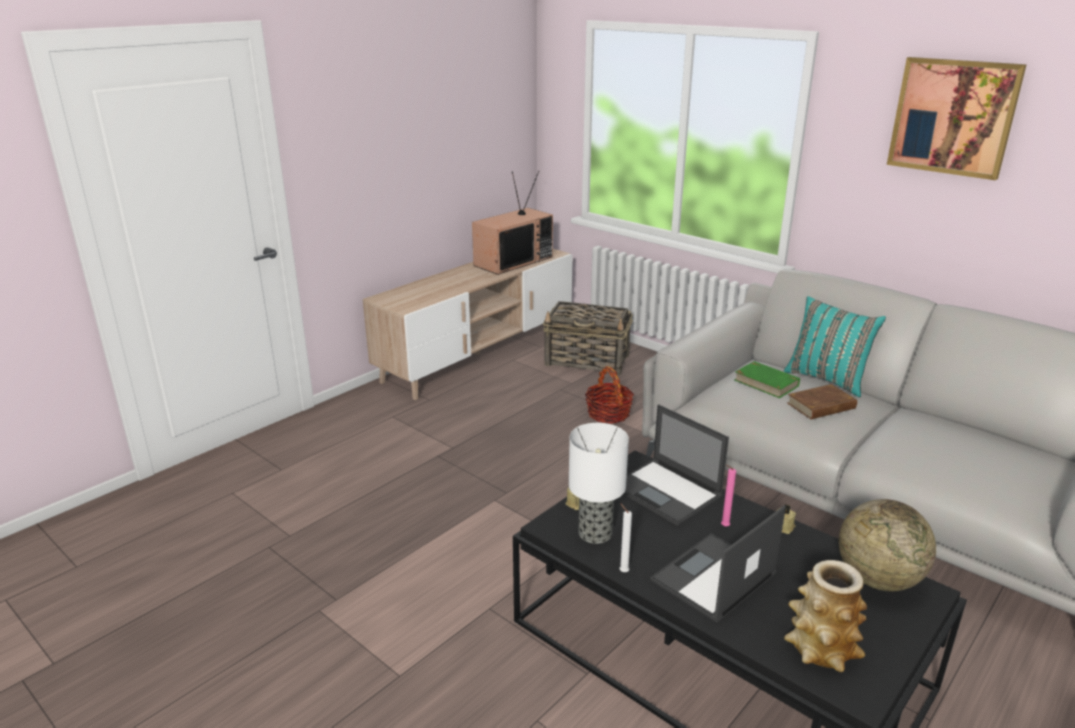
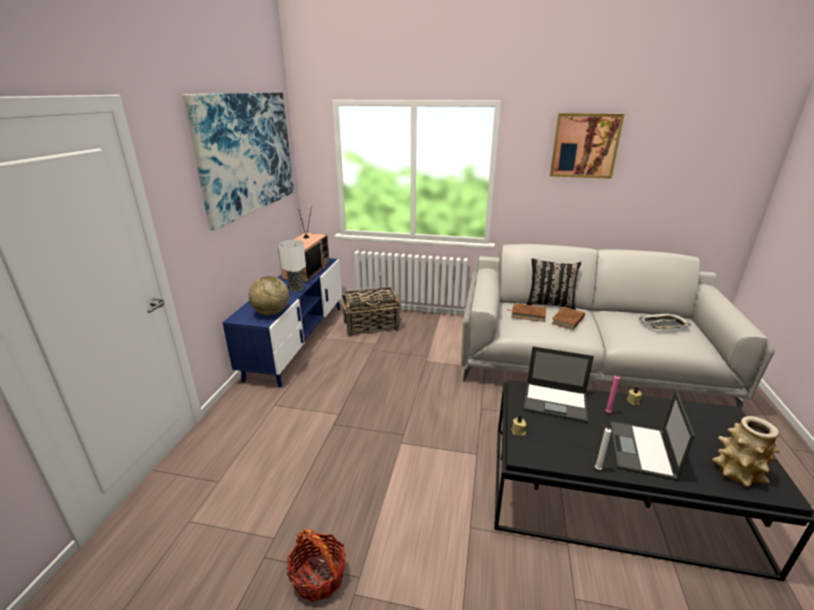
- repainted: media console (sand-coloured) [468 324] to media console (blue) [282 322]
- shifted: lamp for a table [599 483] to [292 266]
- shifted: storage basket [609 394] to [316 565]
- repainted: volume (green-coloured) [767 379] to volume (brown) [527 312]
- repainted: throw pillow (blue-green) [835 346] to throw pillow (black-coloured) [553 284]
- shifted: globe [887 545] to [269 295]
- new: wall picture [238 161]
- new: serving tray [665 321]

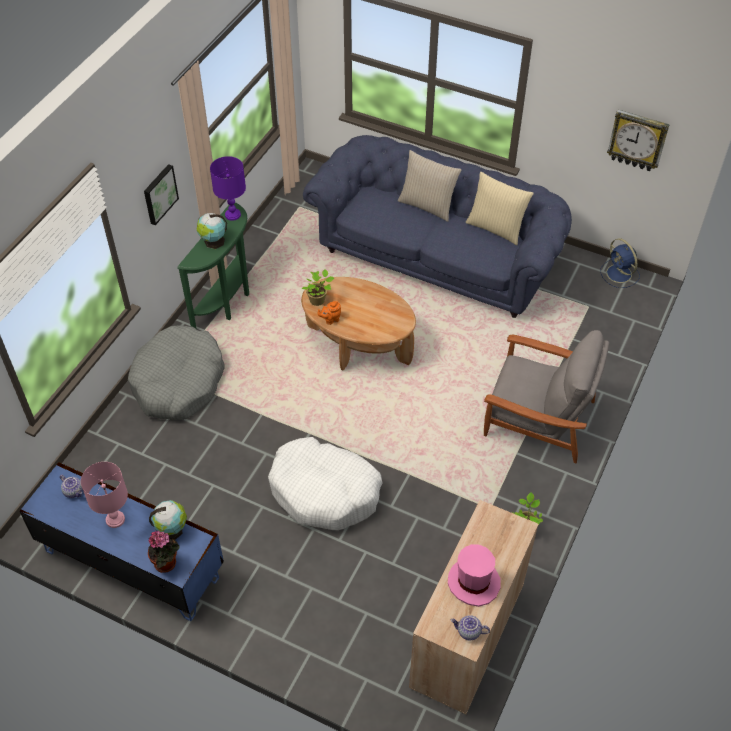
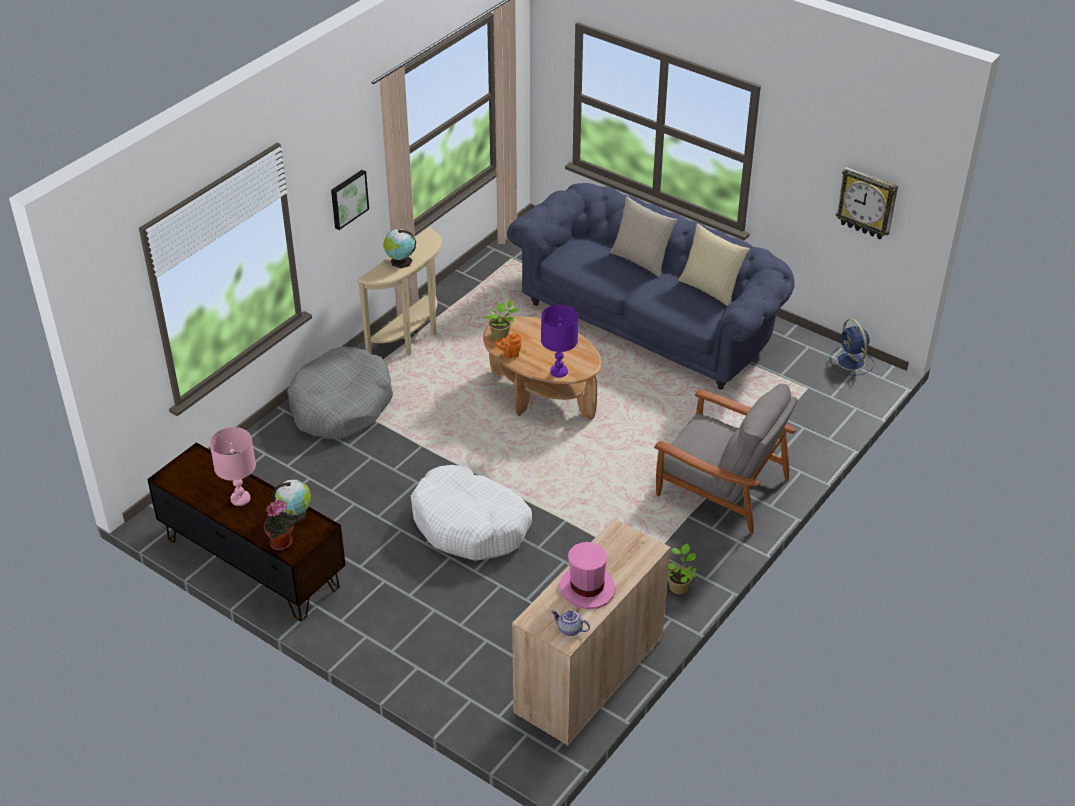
- repainted: media console (blue) [122 541] to media console (brown) [246 532]
- gone: pot for tea [71 486]
- repainted: hall table (green-coloured) [213 265] to hall table (sand-coloured) [399 291]
- shifted: lamp for a table (purple) [228 188] to [559 341]

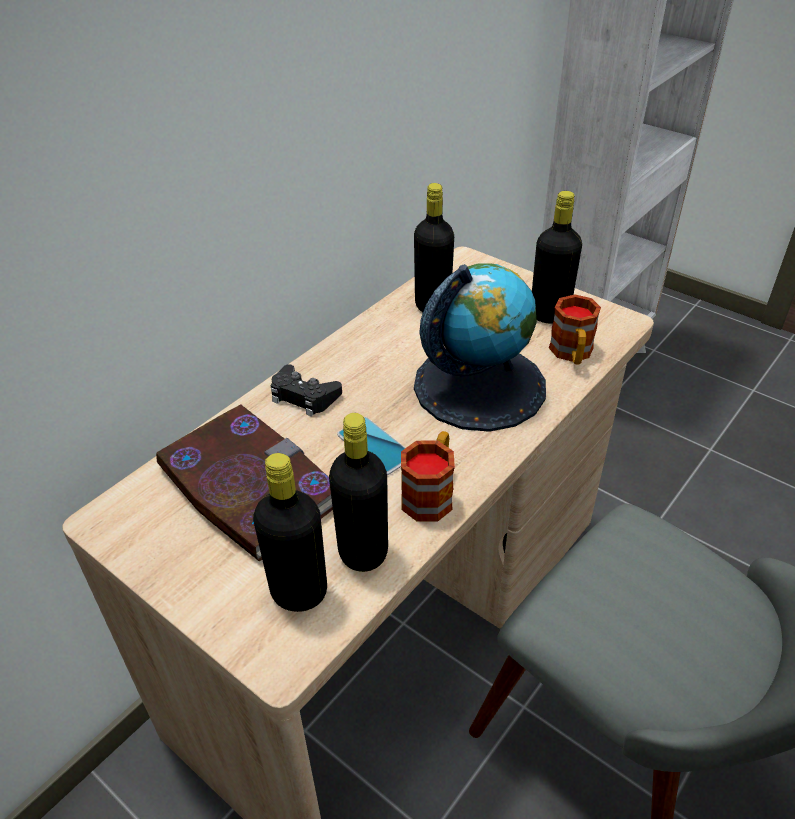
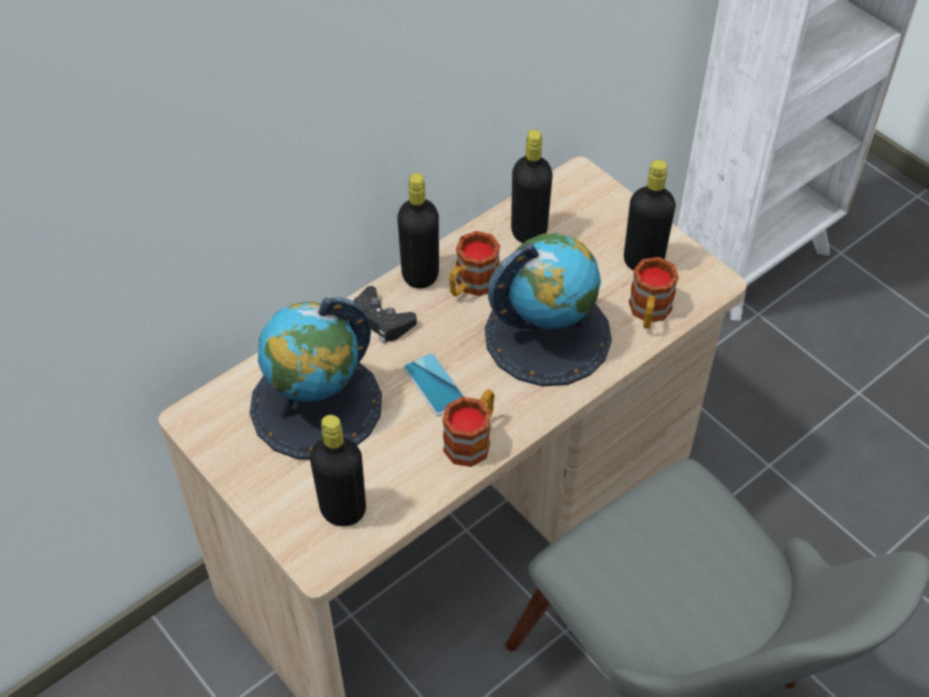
- swapped: volume [244 482] to globe [316 378]
- shifted: drink bottle (black-coloured) [358 492] to [418 230]
- new: tea mug [474 263]

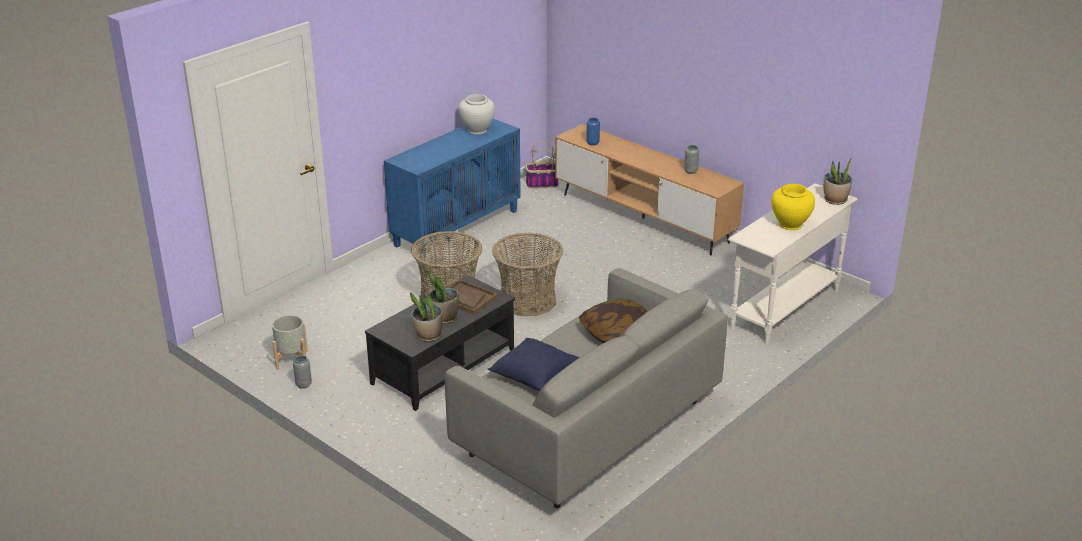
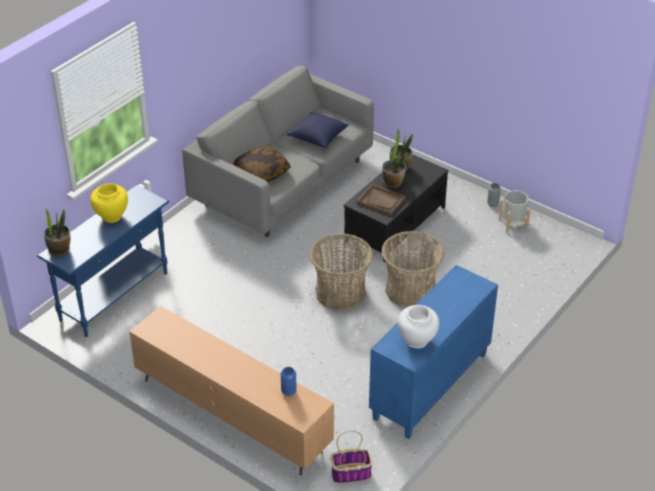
- gone: flower vase (gray) [691 159]
- repainted: hall table (white-coloured) [793 264] to hall table (blue) [103 261]

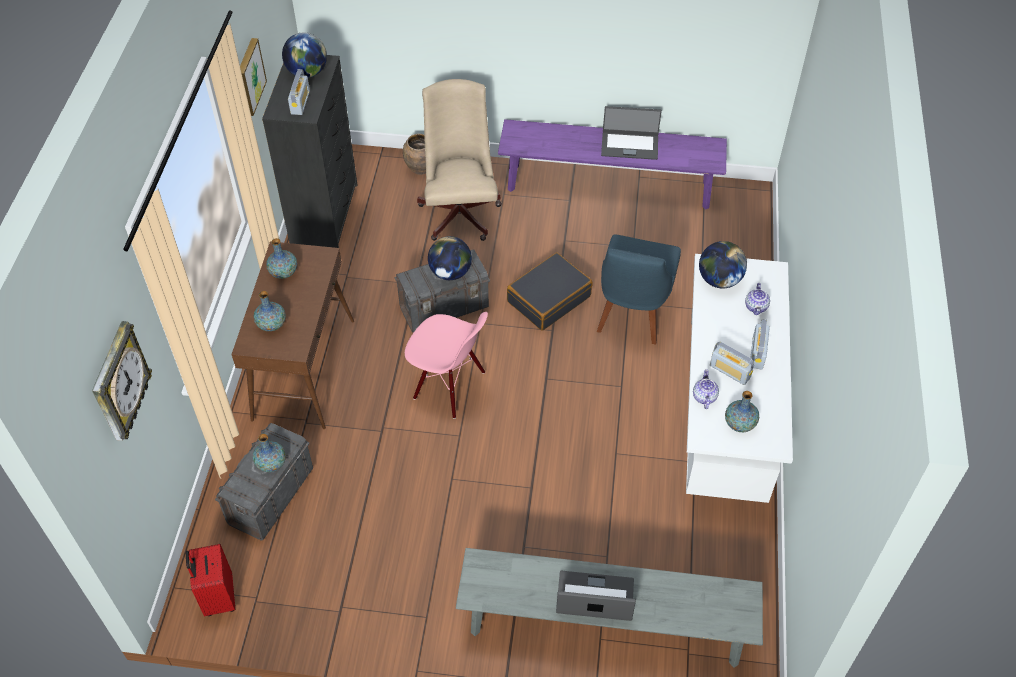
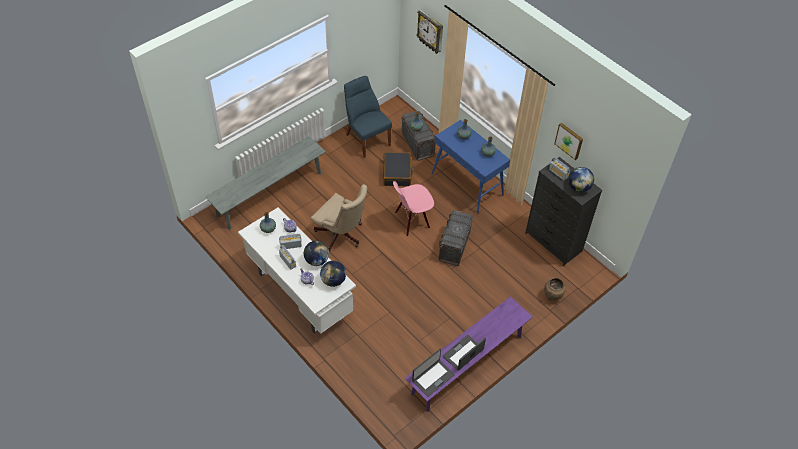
- gone: travel case (red) [210 580]
- repainted: hall table (brown) [292 335] to hall table (blue) [471 167]
- shifted: computer chair (sand-coloured) [459 160] to [339 217]
- shifted: globe [450 258] to [316 253]
- shifted: travel case (black-coloured) [549 291] to [398 169]
- shifted: notebook computer [596 596] to [433 373]
- shifted: chair (blue) [639 289] to [368 117]

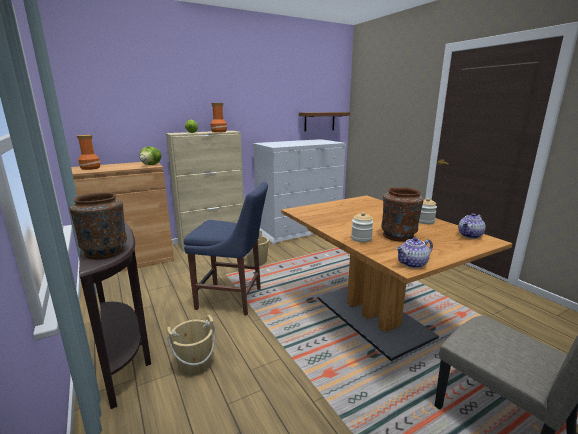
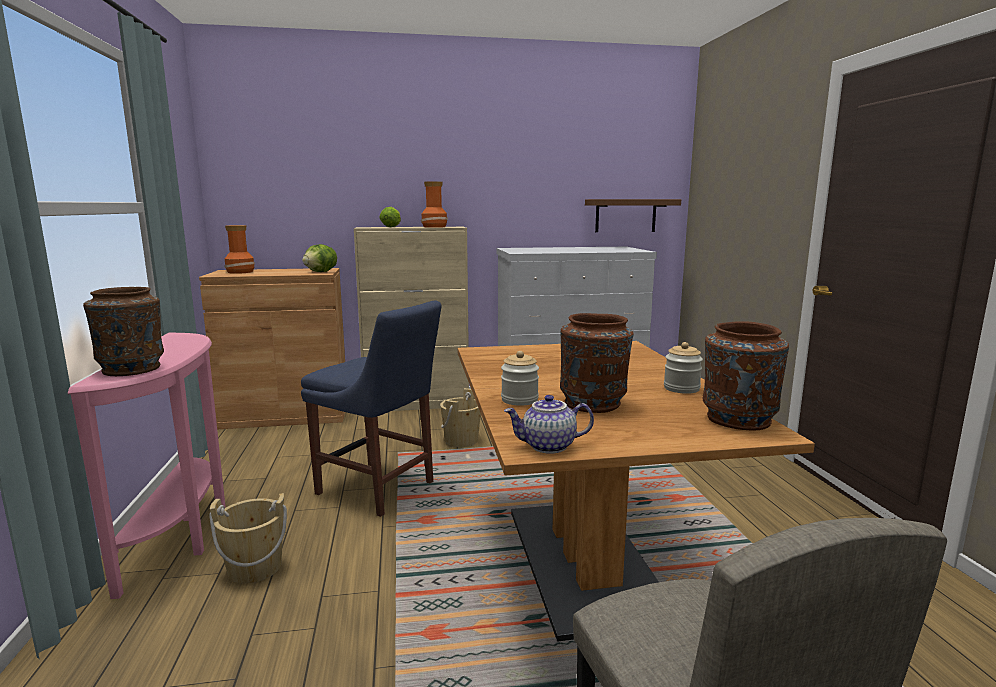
- repainted: hall table (brown) [115 315] to hall table (pink) [147 466]
- swapped: pot for tea [472 226] to flower vase (brown) [745 376]

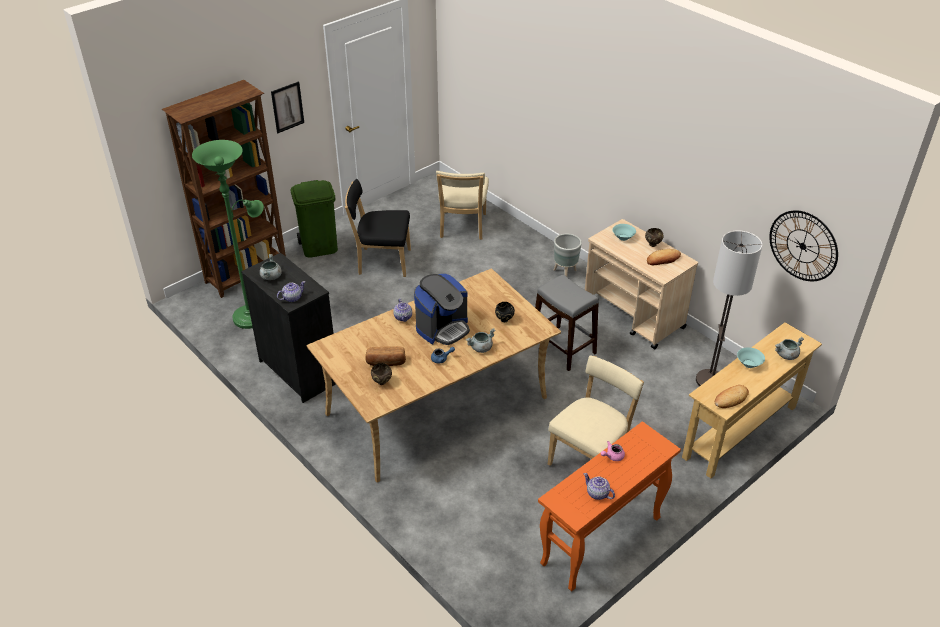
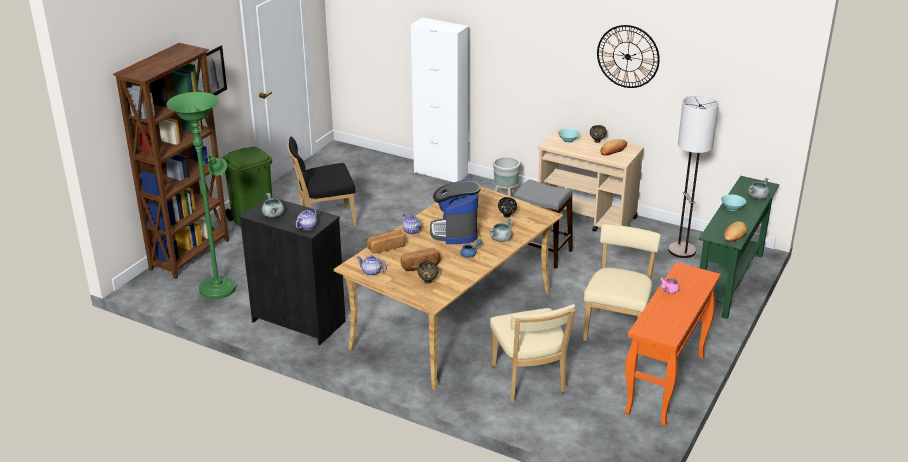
- rotated: coffee brewer [442 309] = [455 211] 150 degrees clockwise
- shifted: chair (sand-coloured) [462 205] to [532 353]
- shifted: pot for tea [599 486] to [371 265]
- repainted: hall table (sand-coloured) [752 400] to hall table (green-coloured) [739 247]
- shifted: hanging clock [803 245] to [628 56]
- new: baked bread [386 242]
- new: storage cabinet (white-coloured) [440 99]

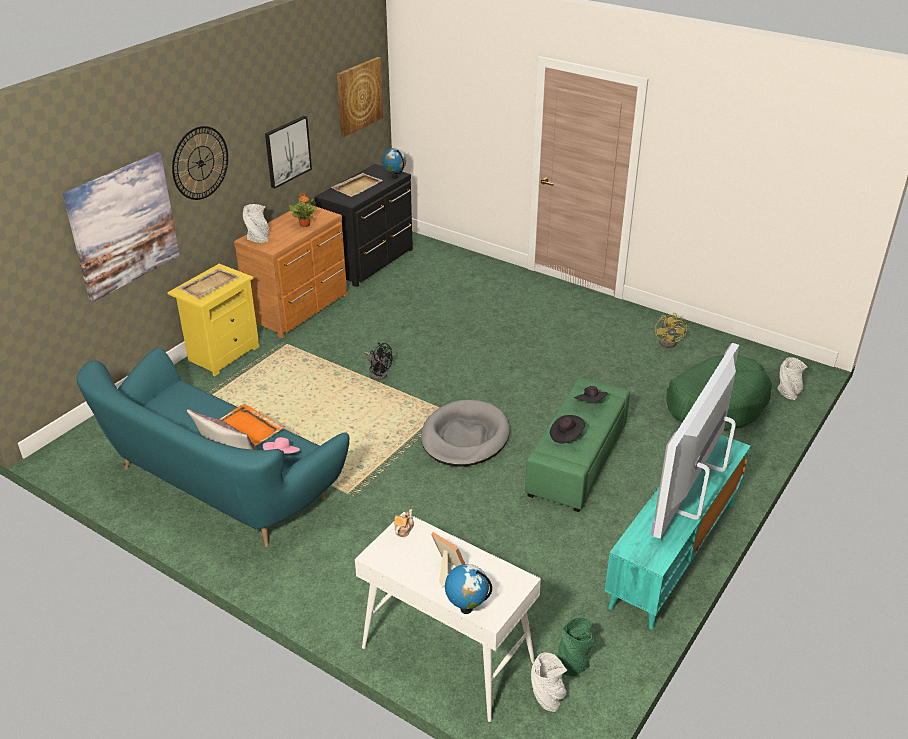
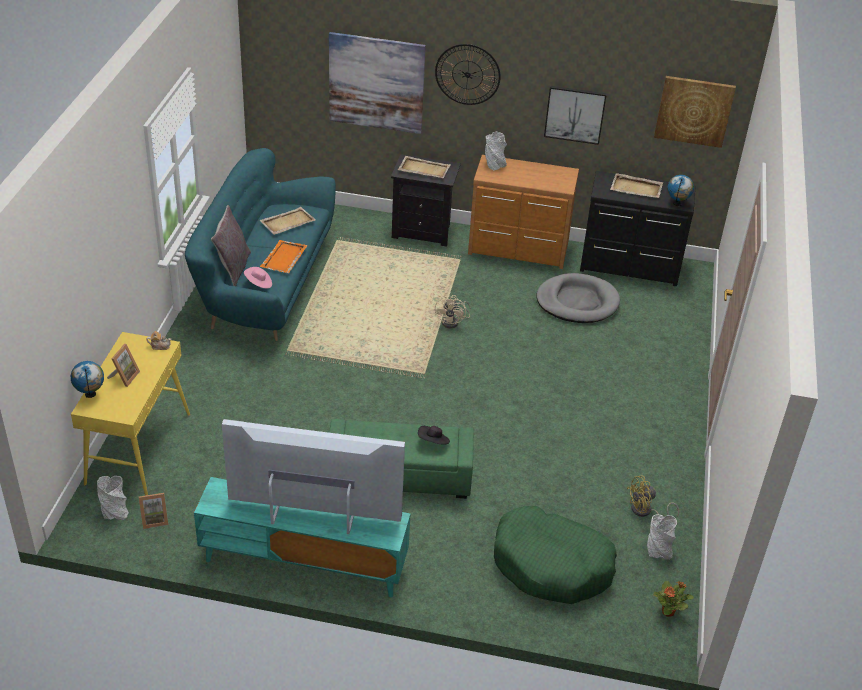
- repainted: night table (yellowish) [213 320] to night table (black-coloured) [426 200]
- shifted: potted plant [302 210] to [673 599]
- repainted: hall table (white-coloured) [448 617] to hall table (yellowish) [130 414]
- repainted: cooling fan (black-coloured) [378 361] to cooling fan (sand-coloured) [453 311]
- shifted: dog bed (gray) [465 433] to [578 298]
- gone: wearable hat (black-coloured) [567 429]
- swapped: flower vase (green-coloured) [577 646] to standing frame [153 511]
- shifted: flower vase (gray) [792 378] to [662 537]
- new: serving tray (sand-coloured) [287 221]

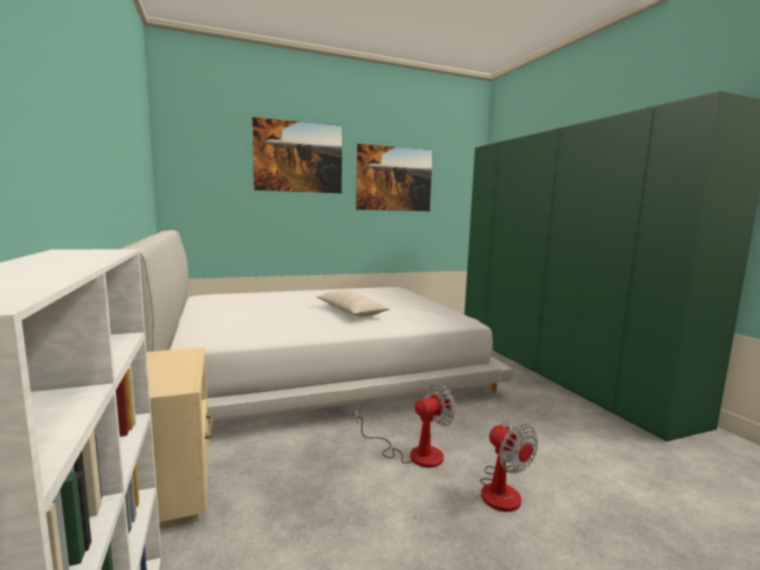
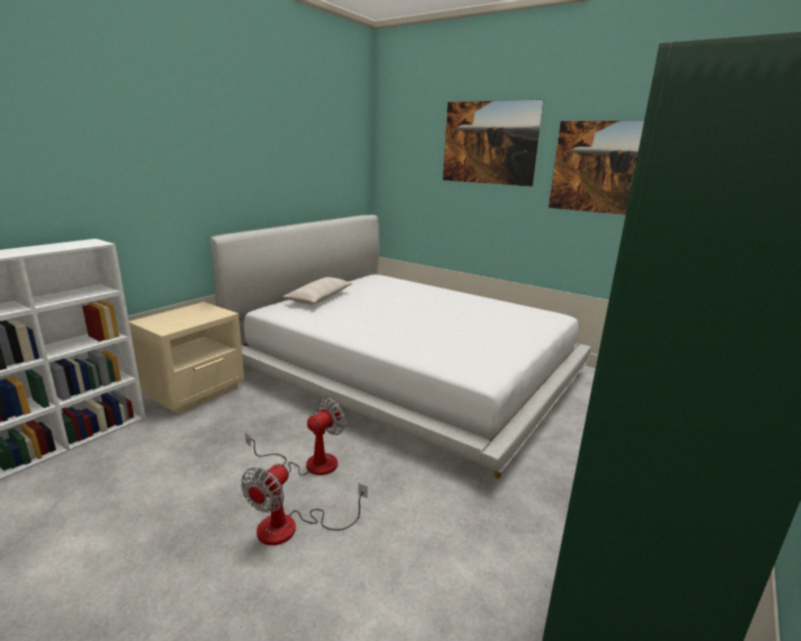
- shifted: throw pillow (sand-coloured) [353 303] to [317 290]
- rotated: cooling fan [405 425] = [295 437] 75 degrees counterclockwise

